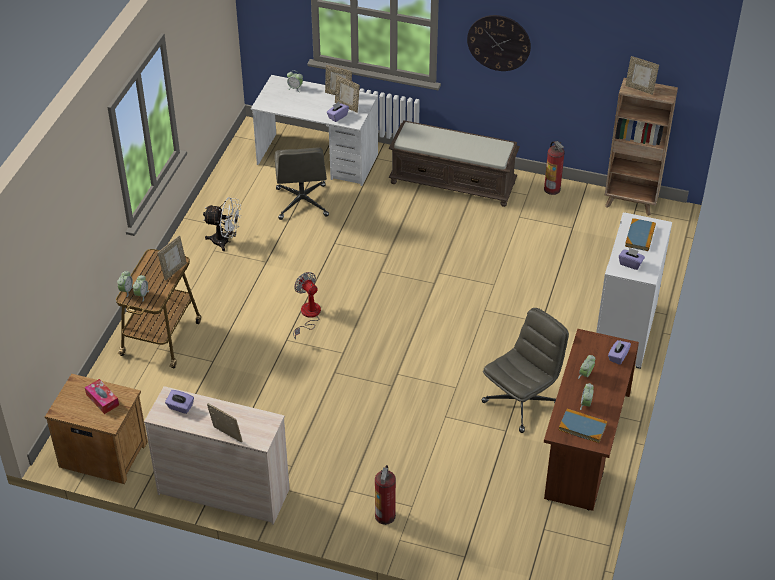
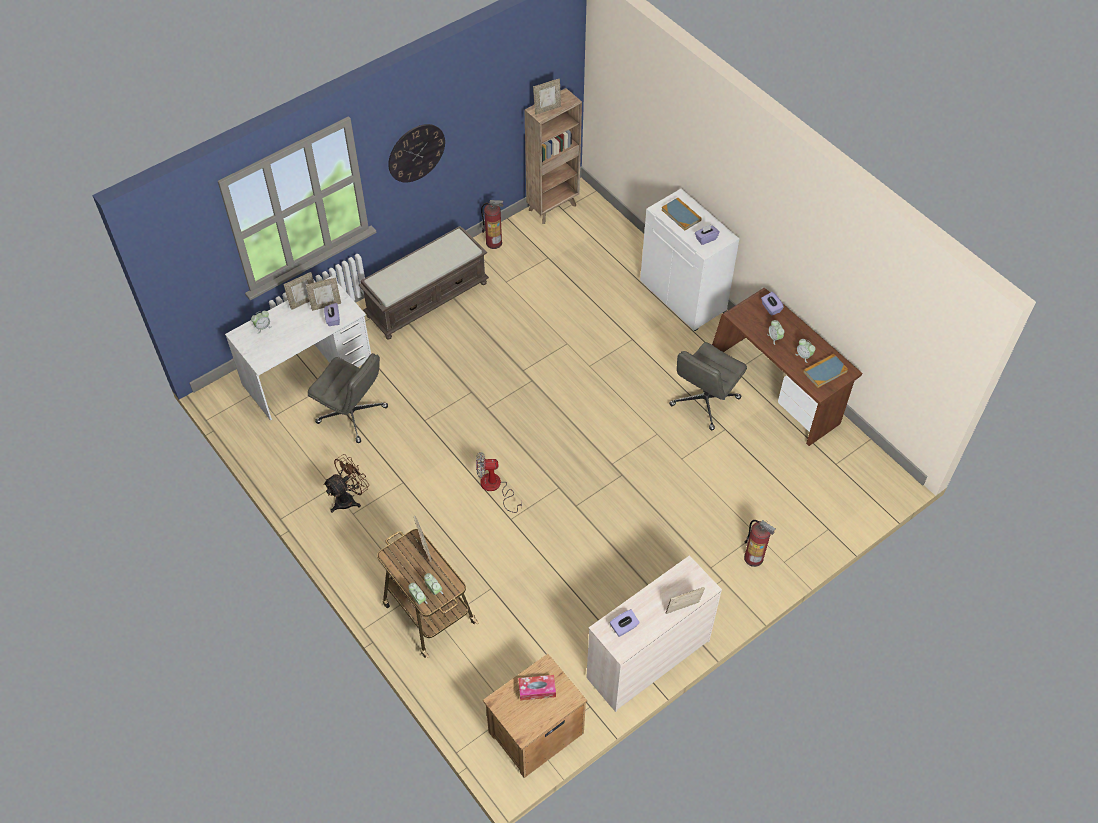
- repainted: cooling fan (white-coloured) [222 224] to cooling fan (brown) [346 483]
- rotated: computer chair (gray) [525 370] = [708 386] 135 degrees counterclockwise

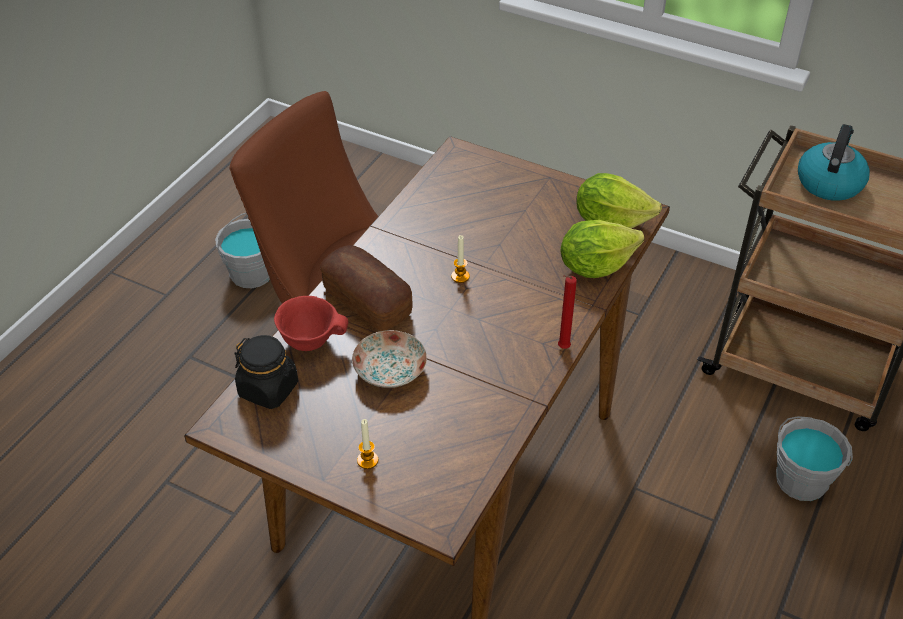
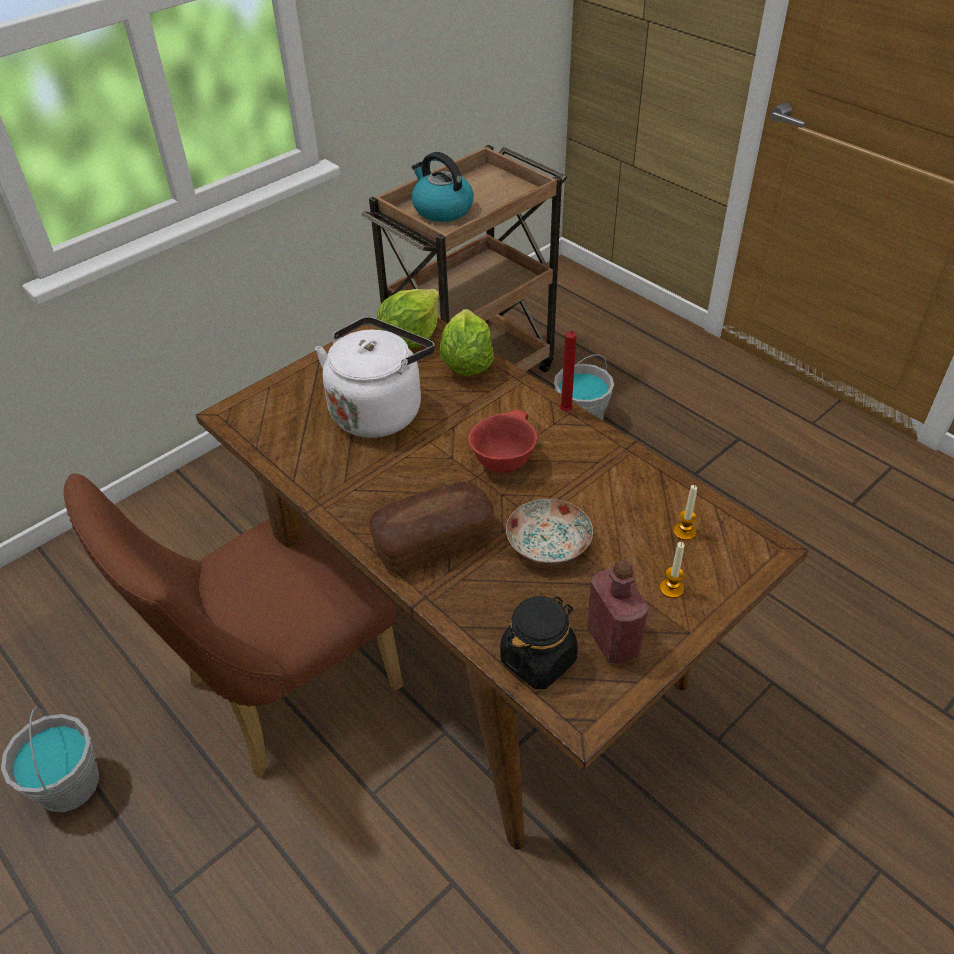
- shifted: serving bowl (red) [311 323] to [502 441]
- shifted: wax candle [460 259] to [685 512]
- new: kettle (white-coloured) [375 377]
- new: drink bottle (red) [618 612]

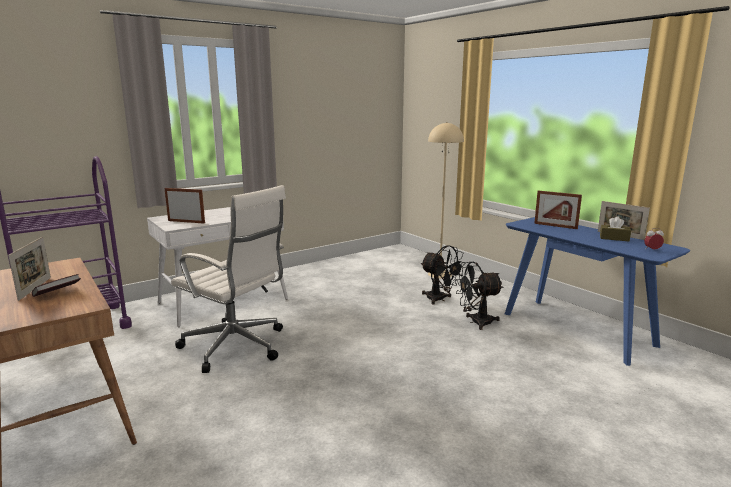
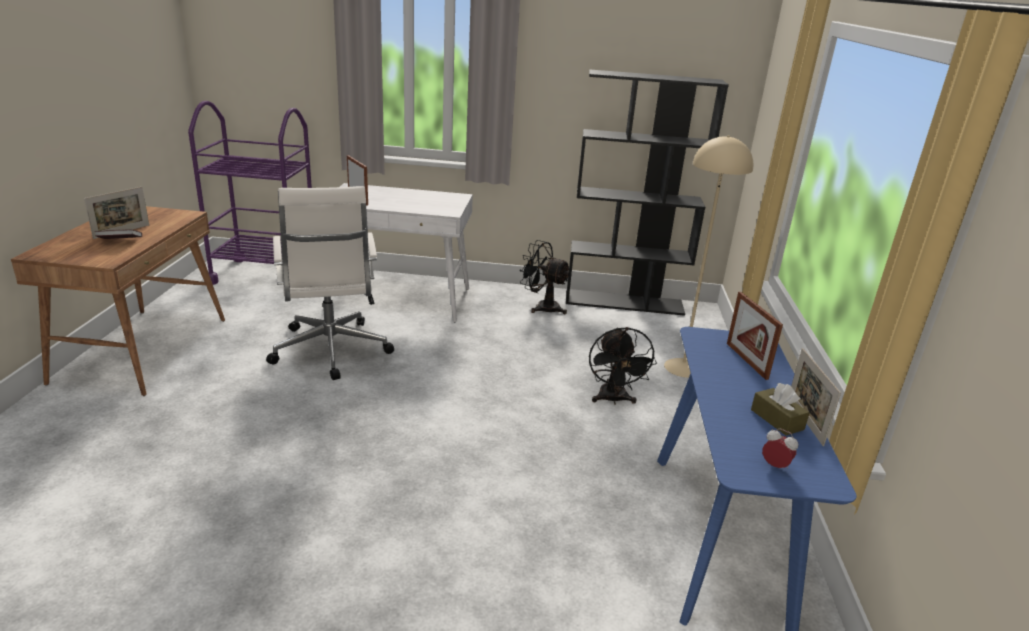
- shifted: cooling fan (black-coloured) [479 295] to [545 277]
- new: bookcase (black-coloured) [647 193]

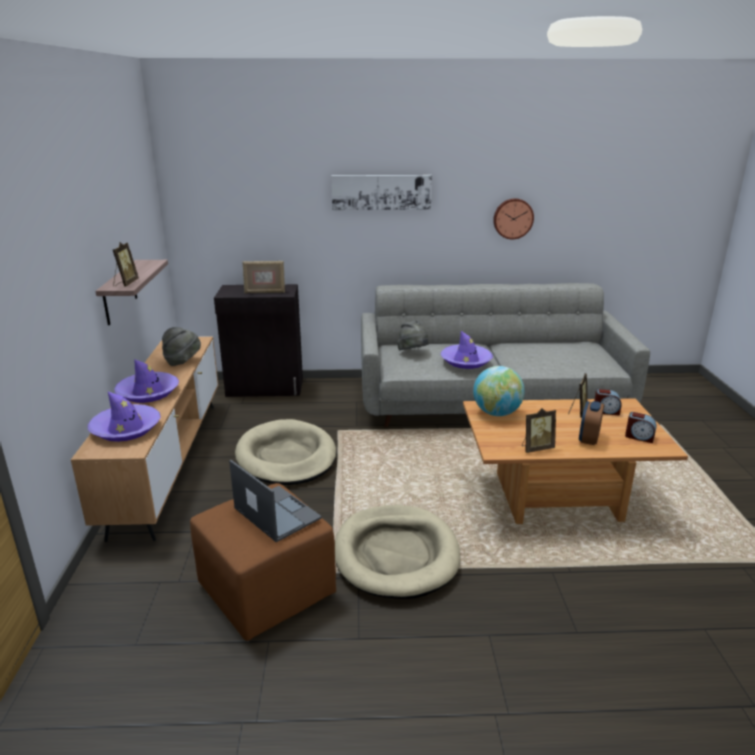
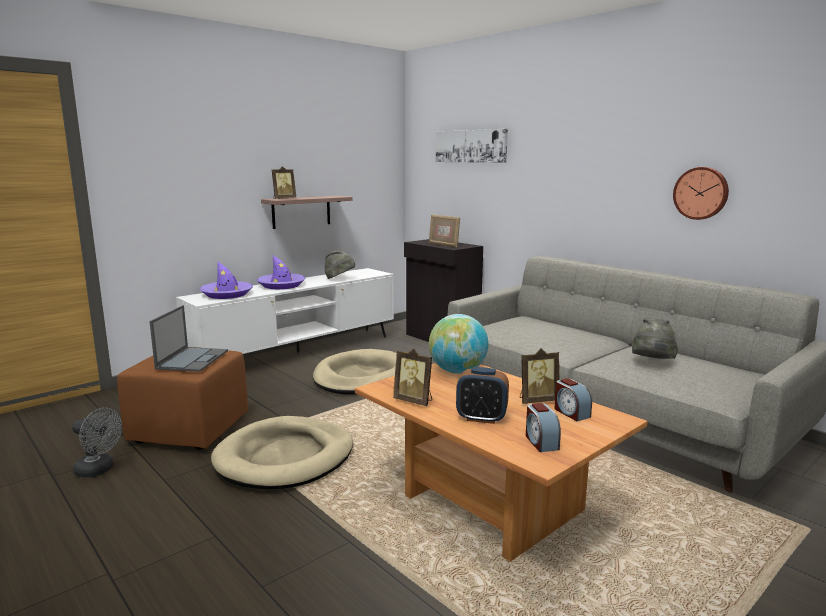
- repainted: media console (brown) [144 439] to media console (white-coloured) [285 311]
- shifted: wall picture [381 192] to [472 146]
- shifted: wearable hat (gray) [412 335] to [655 338]
- gone: wearable hat (purple) [467 350]
- rotated: bedside clock [591 423] = [482 395] 150 degrees counterclockwise
- new: cooling fan (gray) [97 442]

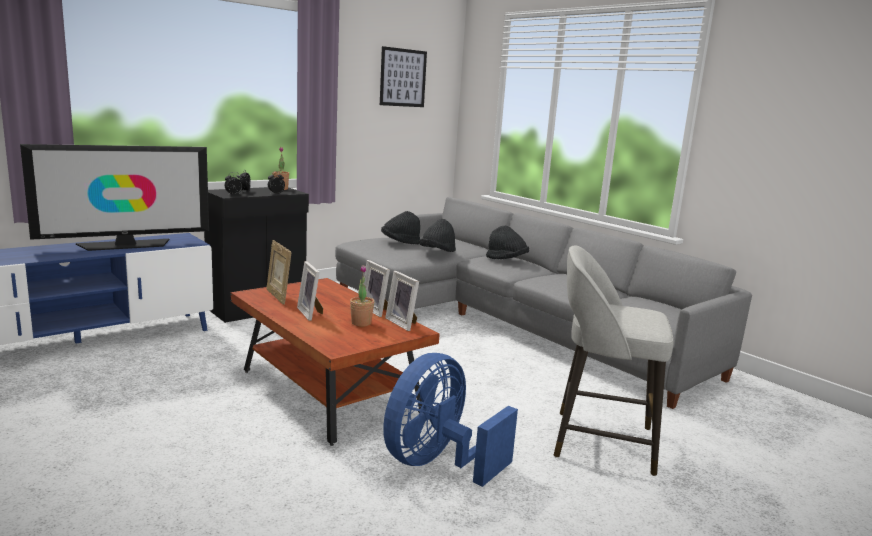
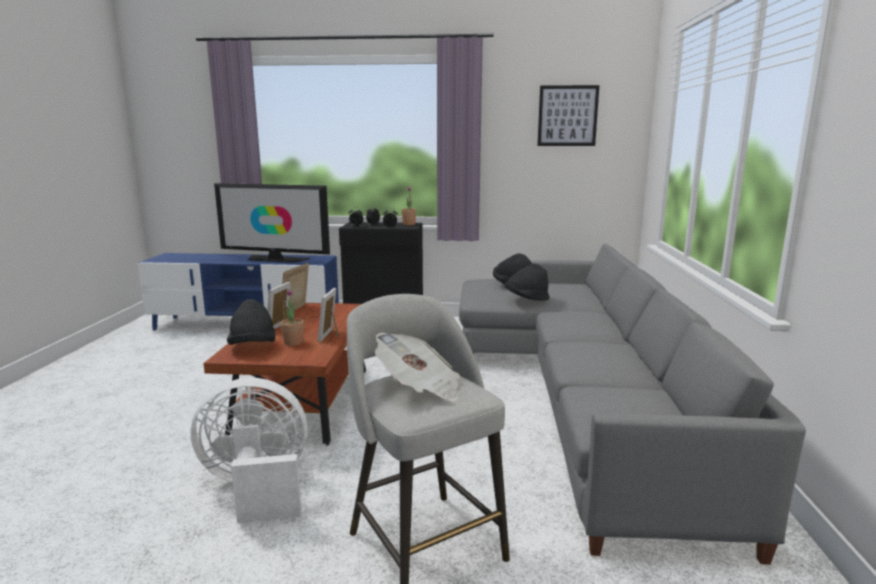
- repainted: cooling fan (blue) [450 420] to cooling fan (white-coloured) [249 450]
- gone: standing frame [402 301]
- shifted: wearable hat (black-coloured) [507 242] to [251 322]
- new: newspaper [417 367]

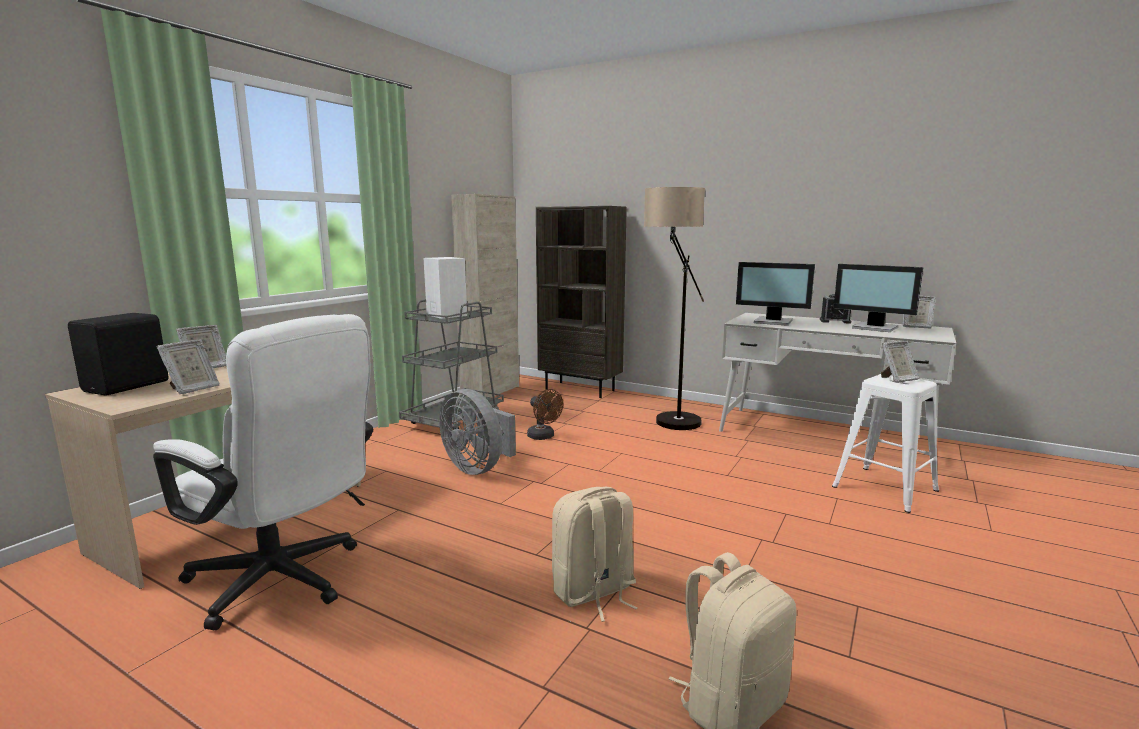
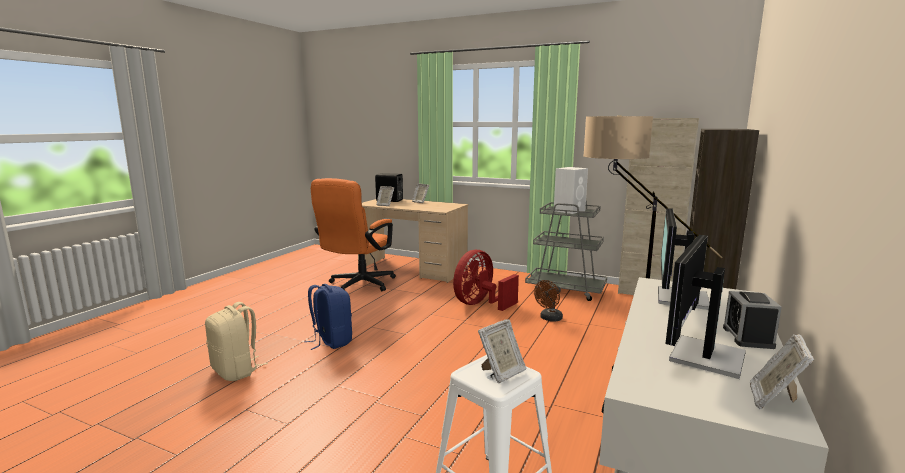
- repainted: computer chair (white-coloured) [263 472] to computer chair (orangey) [353 234]
- repainted: cooling fan (gray) [477 432] to cooling fan (red) [486 280]
- repainted: backpack (sand-coloured) [595 554] to backpack (blue) [328 317]
- rotated: standing frame [900 362] = [502 351] 105 degrees counterclockwise

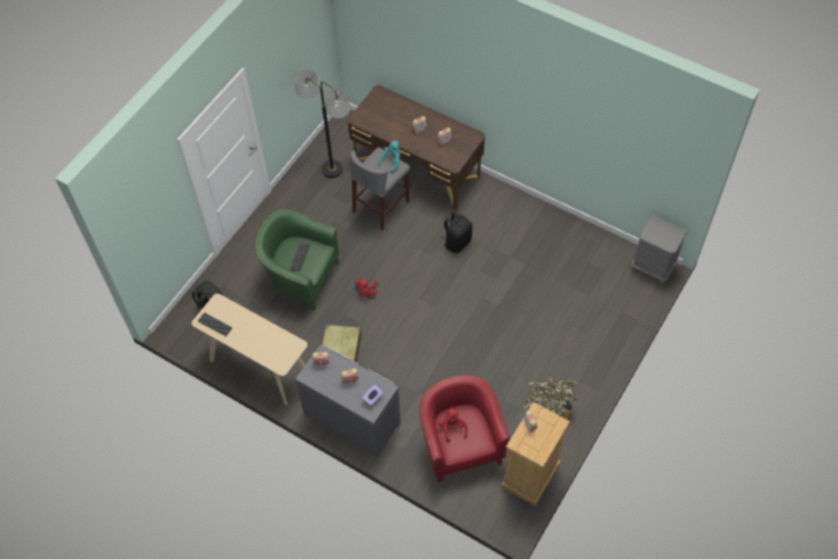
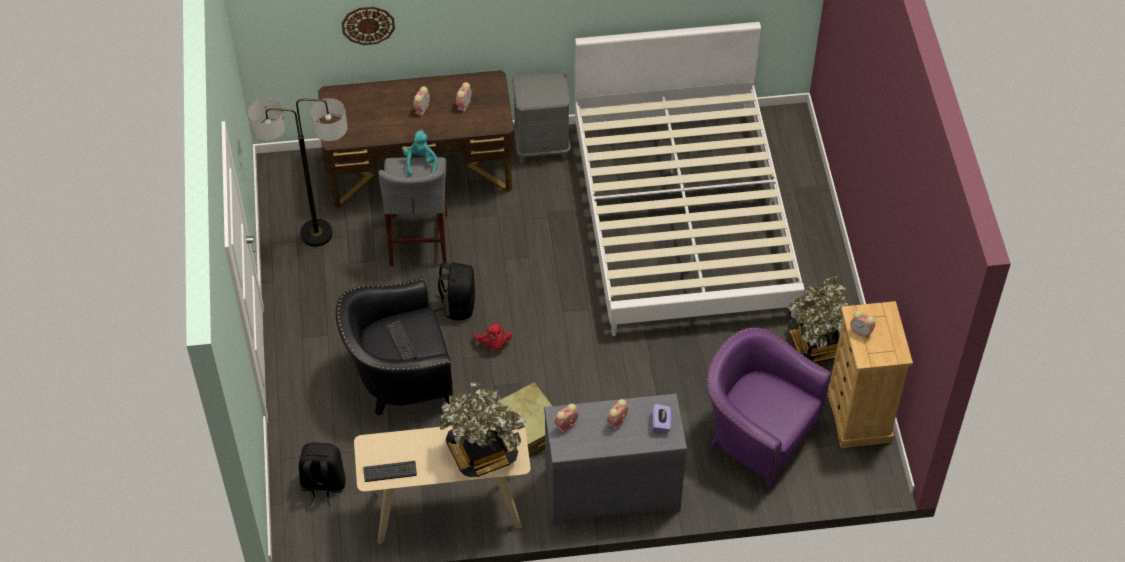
- repainted: lounge chair (green-coloured) [296 260] to lounge chair (black-coloured) [394 347]
- repainted: lounge chair (red) [464 429] to lounge chair (purple) [768 408]
- gone: plush toy (red) [453 425]
- shifted: backpack (black-coloured) [456 232] to [454 291]
- shifted: night table (gray) [659 250] to [541 118]
- new: hanging clock [368 26]
- new: potted plant [483 429]
- new: bed (white-coloured) [689 179]

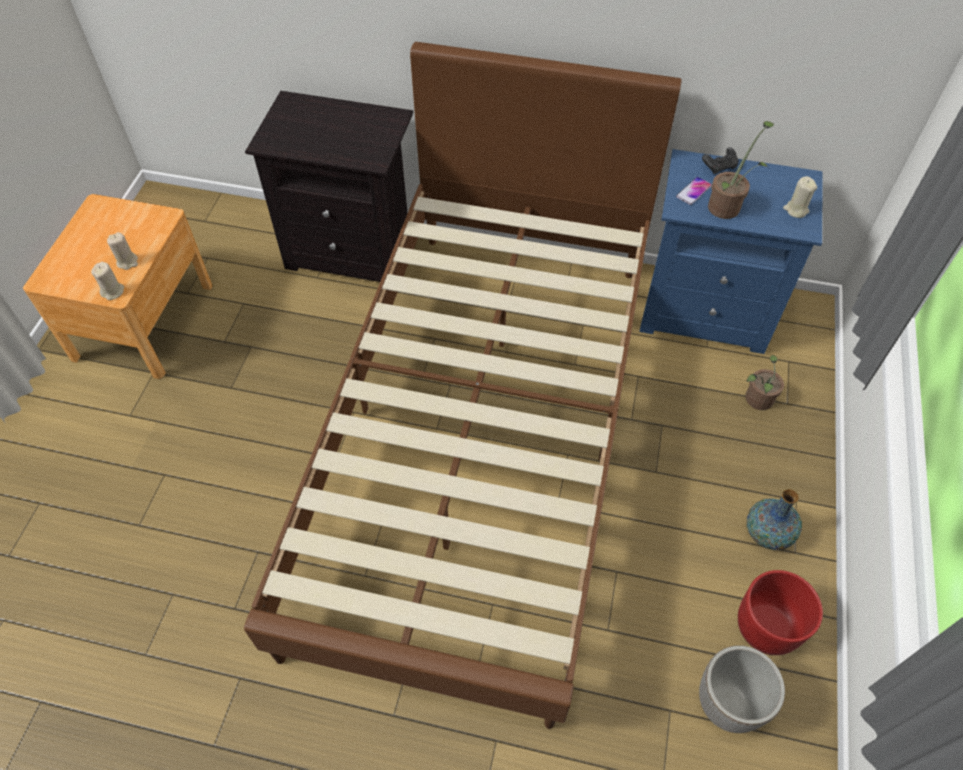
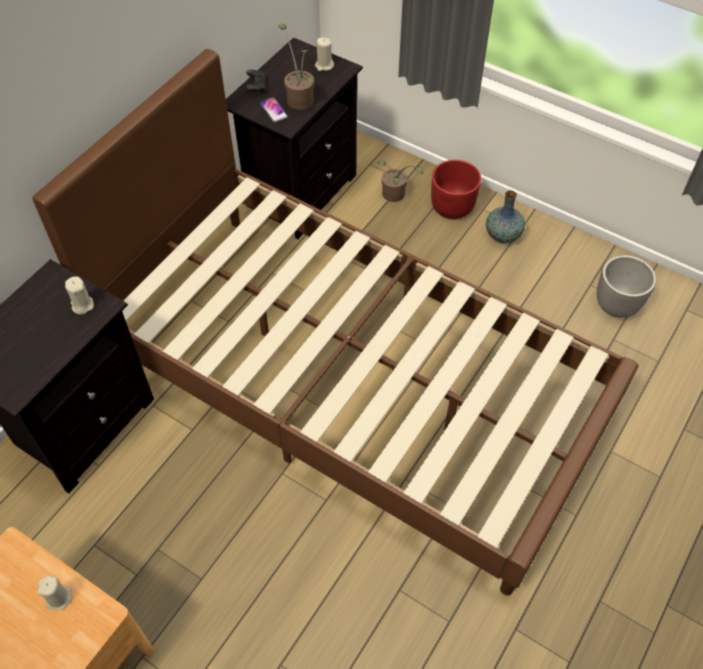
- shifted: wax candle (sand-coloured) [107 281] to [79 295]
- repainted: night table (blue) [731 251] to night table (black-coloured) [294 138]
- shifted: planter (red) [780 612] to [456 189]

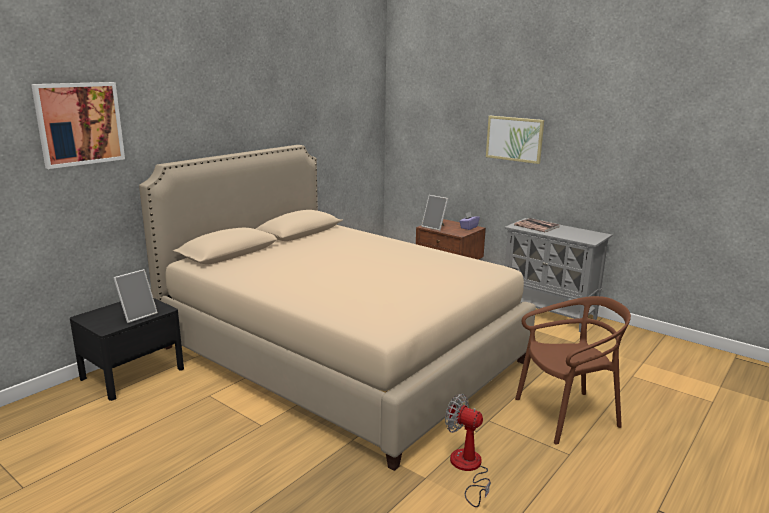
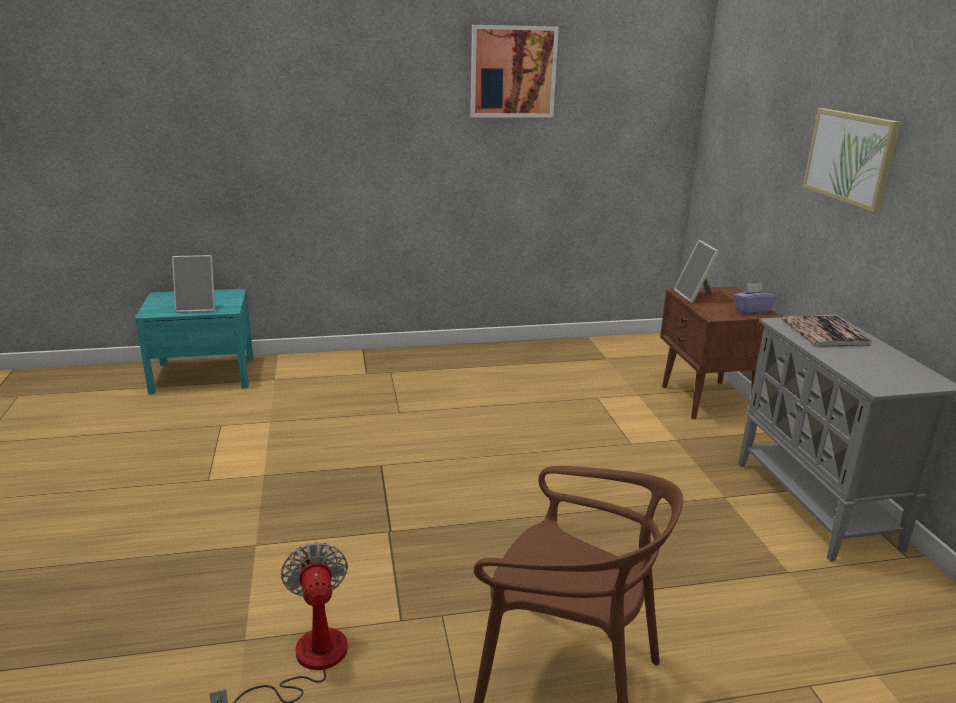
- shifted: wall picture [78 125] to [514 71]
- repainted: night table (black-coloured) [127 349] to night table (blue-green) [194 341]
- gone: bed (sand-coloured) [337 308]

